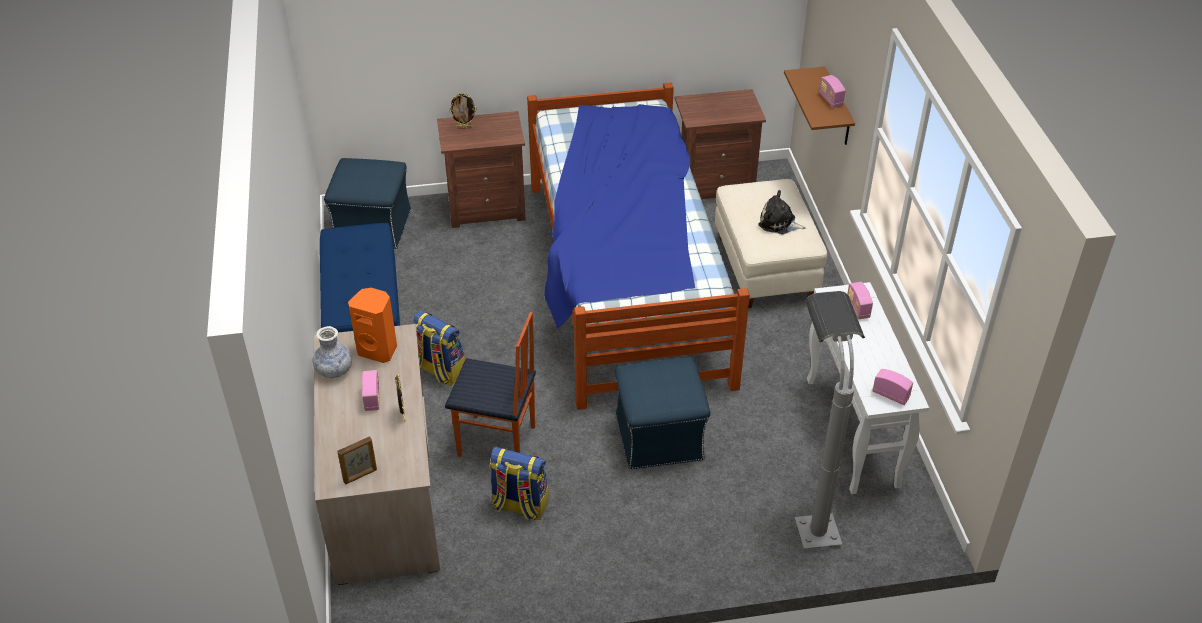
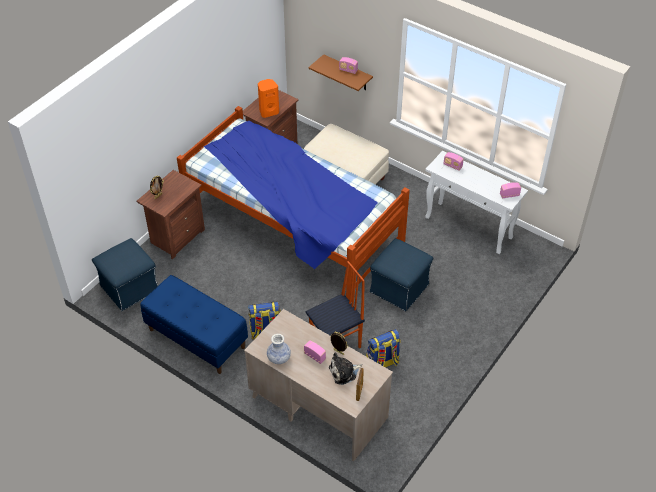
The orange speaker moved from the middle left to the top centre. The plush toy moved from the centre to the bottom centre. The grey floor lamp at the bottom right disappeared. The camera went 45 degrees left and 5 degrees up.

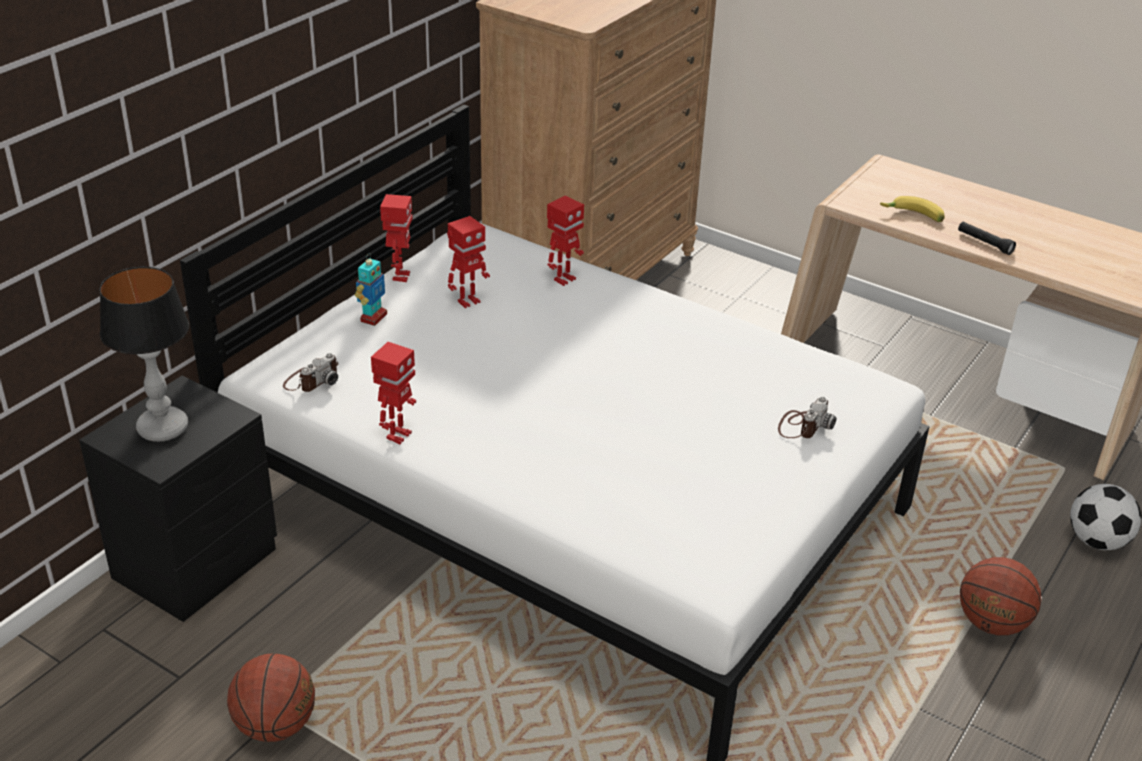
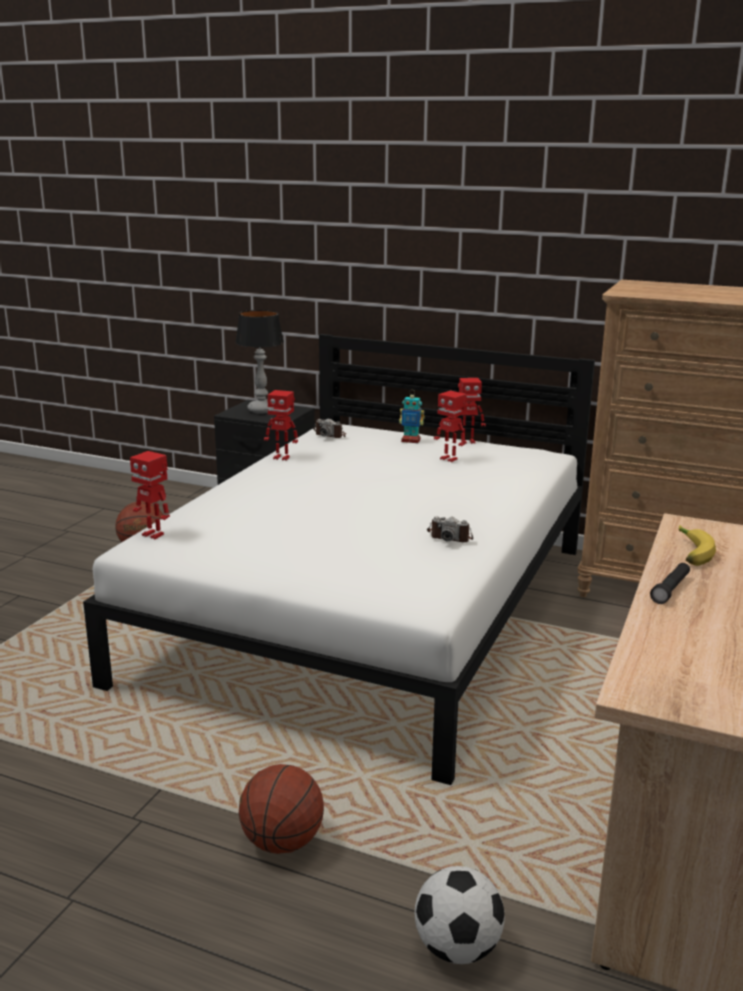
The toy robot (no. 5 from left in the first image) moved from the top centre to the middle left. The photo camera (no. 2 from left) moved from the middle right to the centre. The camera went 80 degrees right and 15 degrees down.

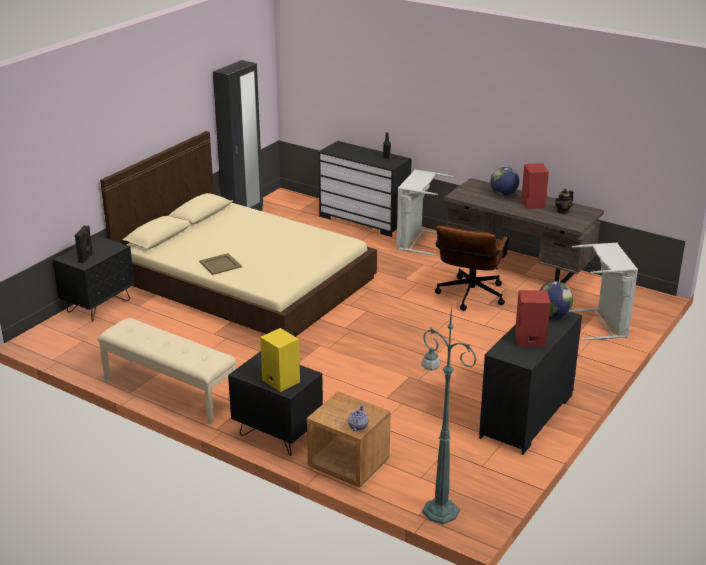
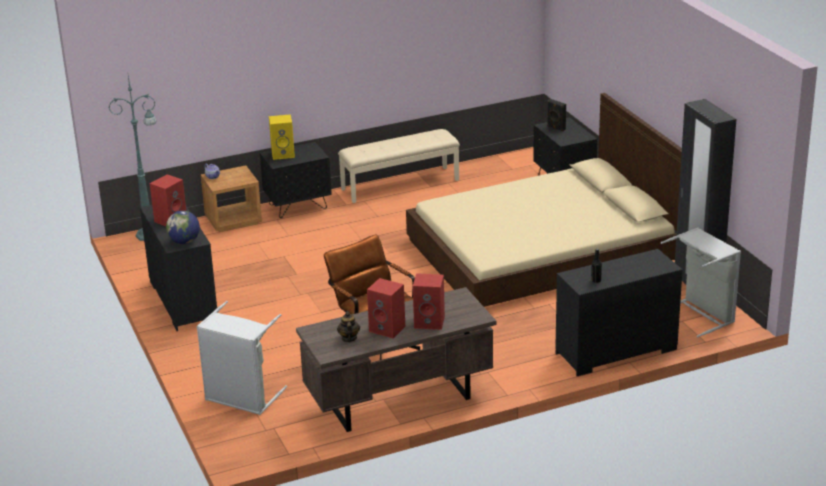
The beige tray at the middle left disappeared. The grey laundry basket (no. 1 from left in the first image) moved from the centre to the middle right. The globe (no. 1 from left) at the top right was replaced by the red speaker (no. 3 from left) at the centre. The camera went 125 degrees right and 0 degrees up.

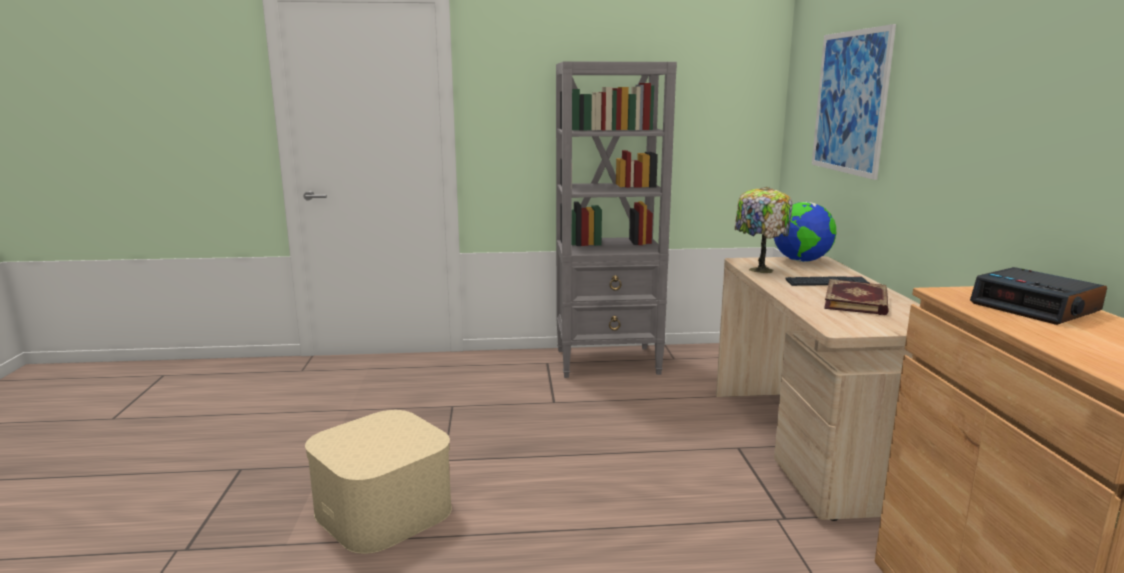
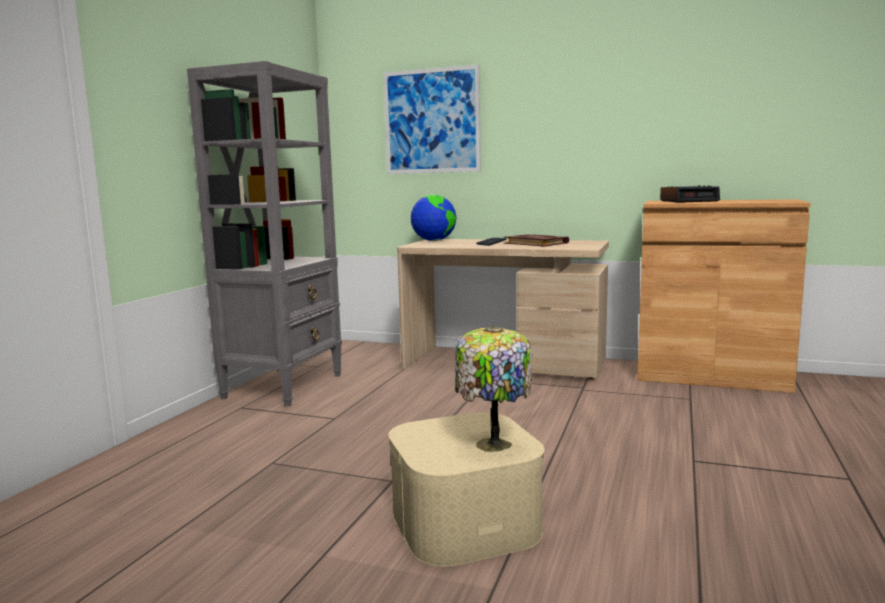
The table lamp moved from the middle right to the centre. The camera went 65 degrees left and 5 degrees down.

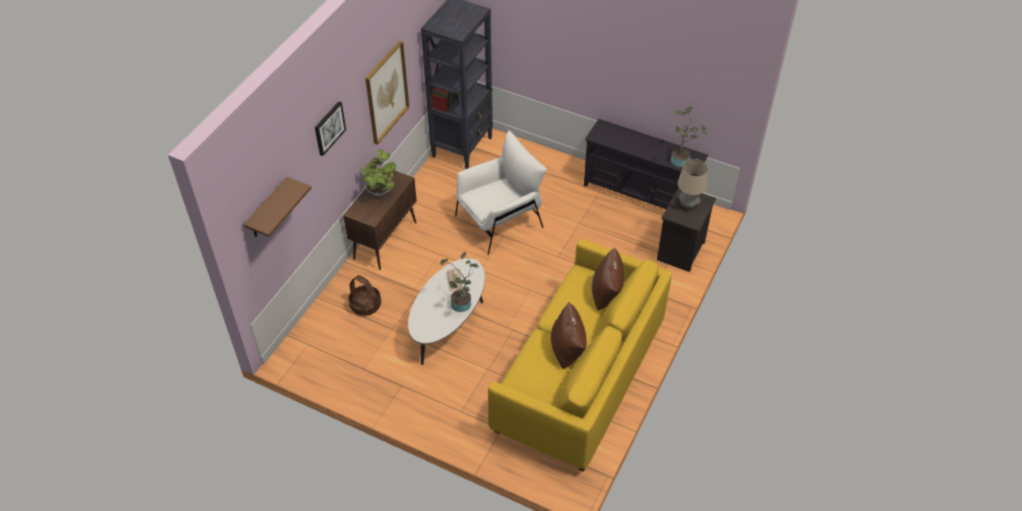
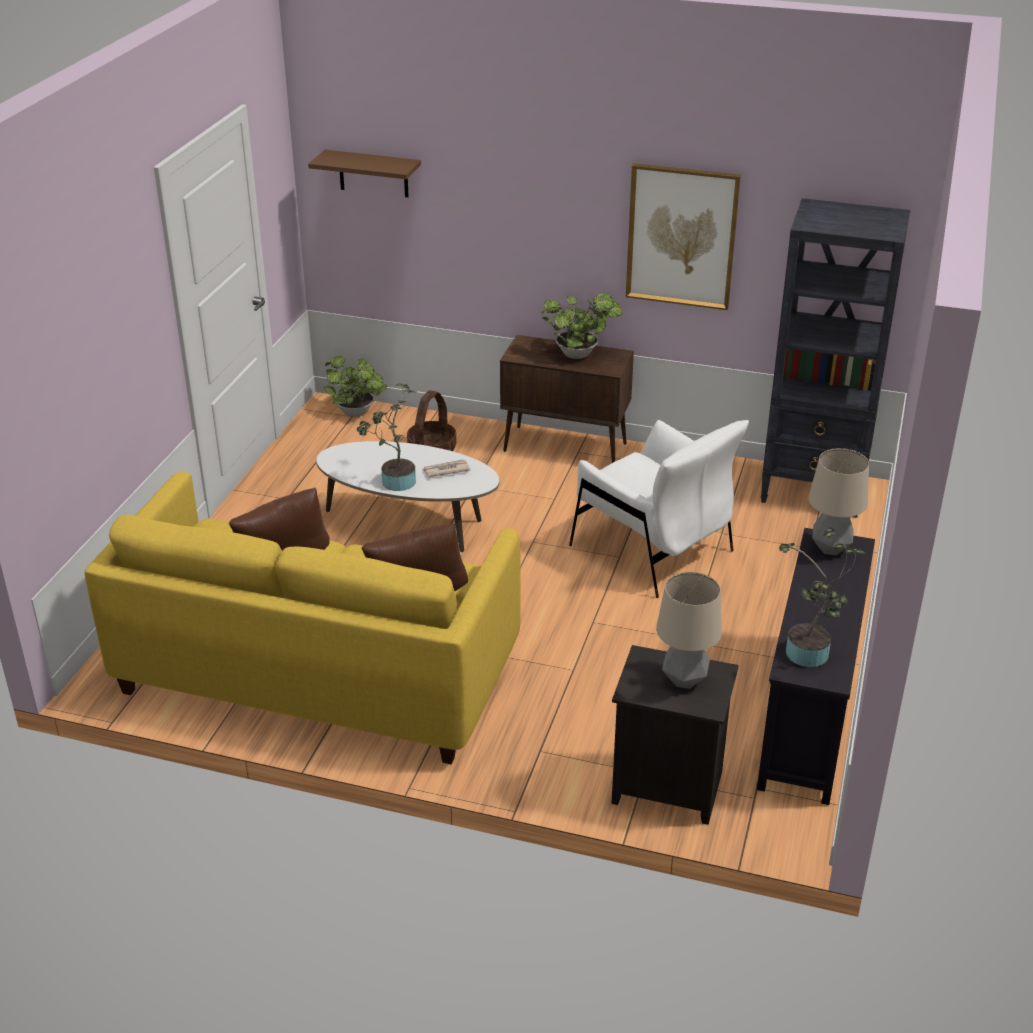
The picture (no. 1 from left) at the top left disappeared. The potted plant (no. 1 from left) at the centre appeared. The table lamp (no. 2 from left) at the middle right appeared. The camera went 80 degrees right and 15 degrees down.

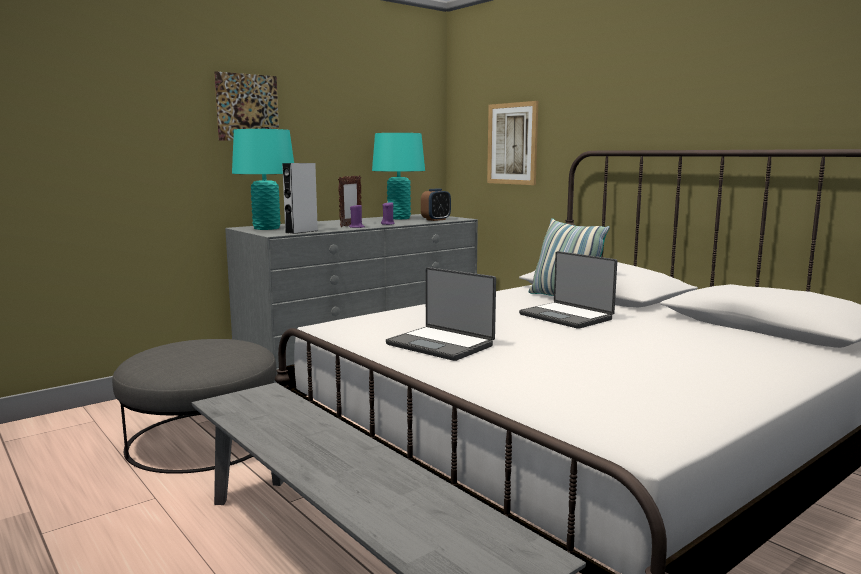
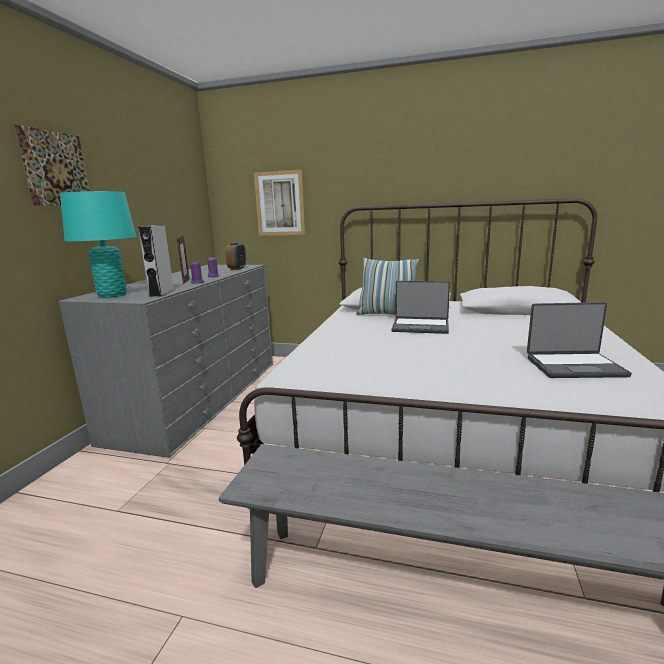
The grey ottoman at the bottom left disappeared. The turquoise table lamp (no. 2 from left) at the top centre disappeared. The laptop (no. 1 from left in the first image) moved from the centre to the middle right. The camera went 35 degrees left and 5 degrees up.

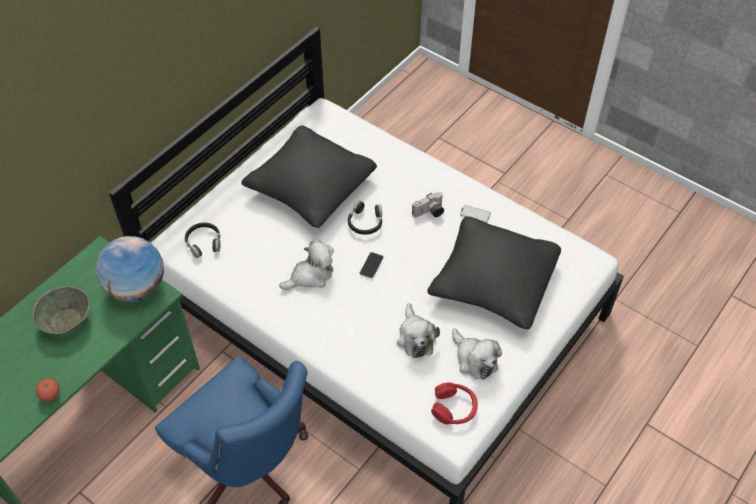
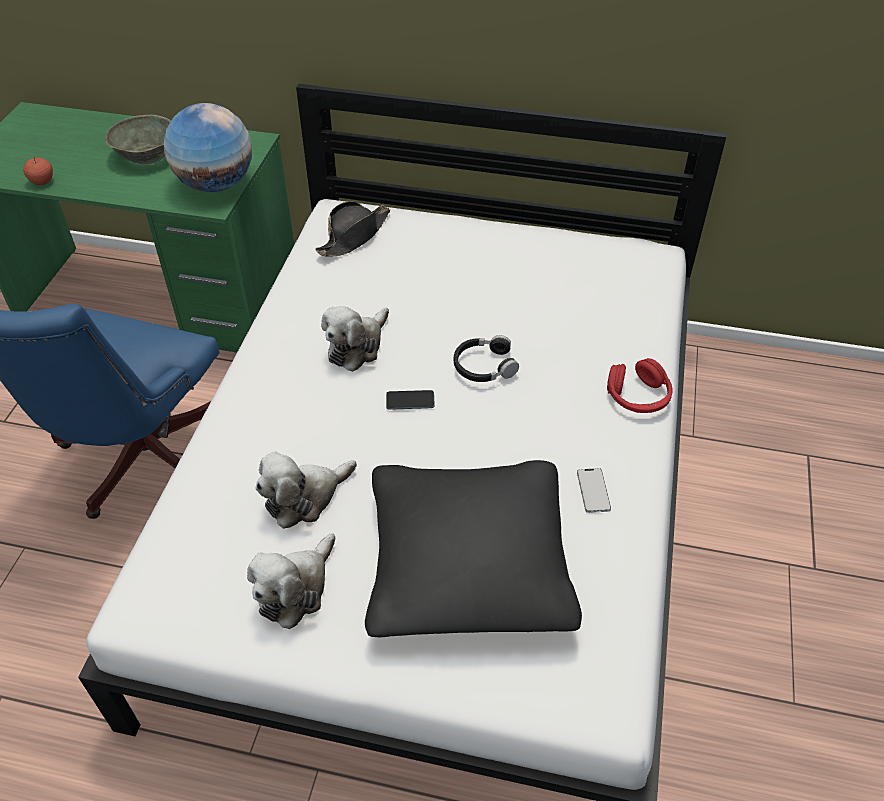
The black headphones (no. 1 from left) at the middle left was replaced by the black hat at the top centre. The black pillow (no. 1 from left) at the centre disappeared. The plush toy (no. 1 from left in the first image) at the centre turned 90 degrees clockwise. The photo camera at the centre disappeared. The red headphones moved from the bottom centre to the middle right. The camera went 65 degrees right and 5 degrees down.

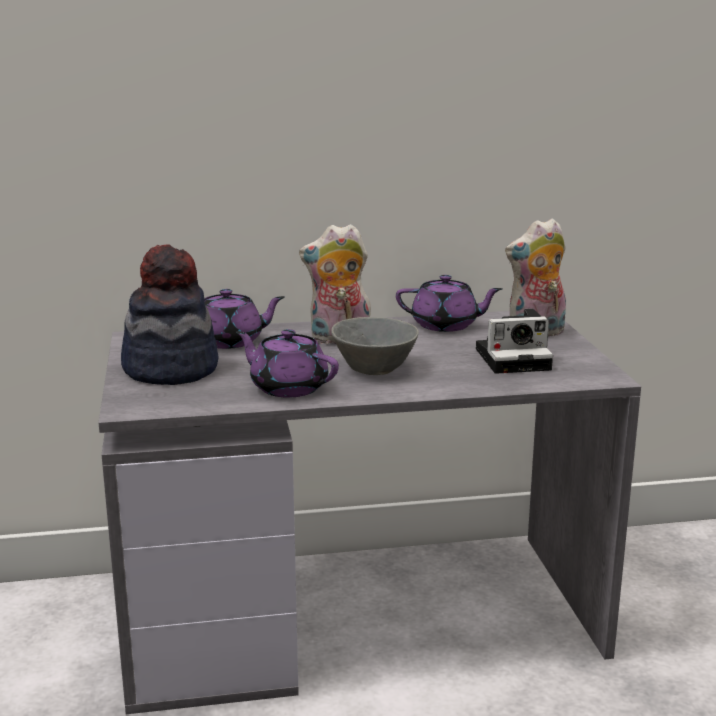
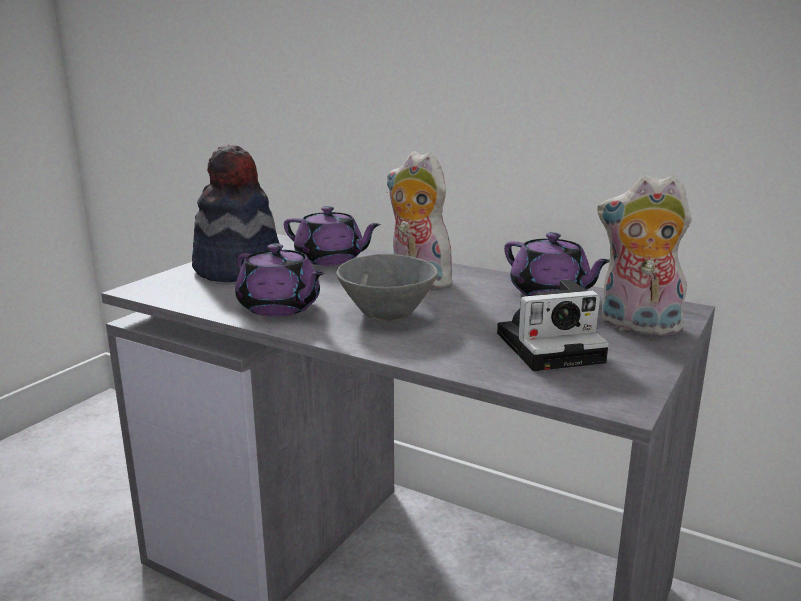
The purple teapot (no. 2 from left in the first image) at the centre turned 150 degrees clockwise. The photo camera at the middle right turned 45 degrees counterclockwise. The camera went 40 degrees right and 0 degrees up.

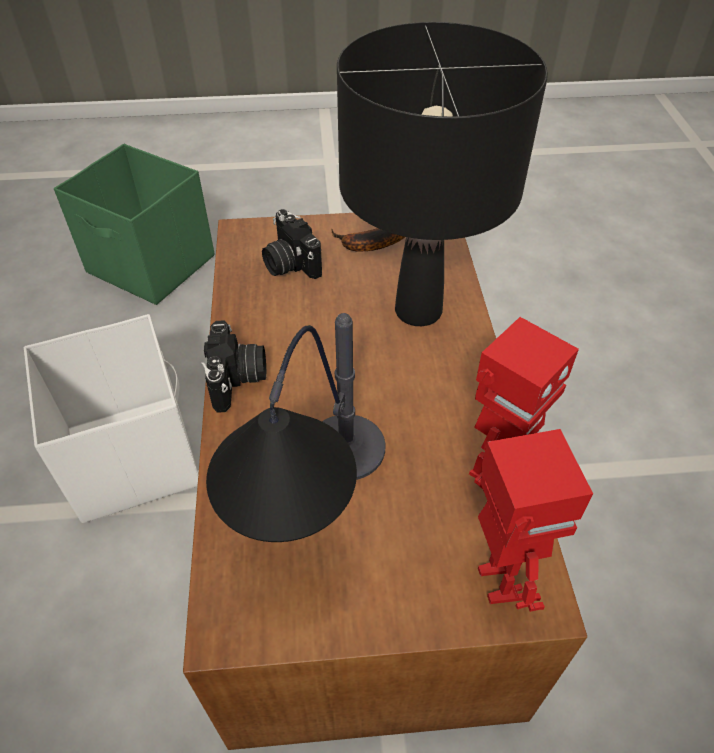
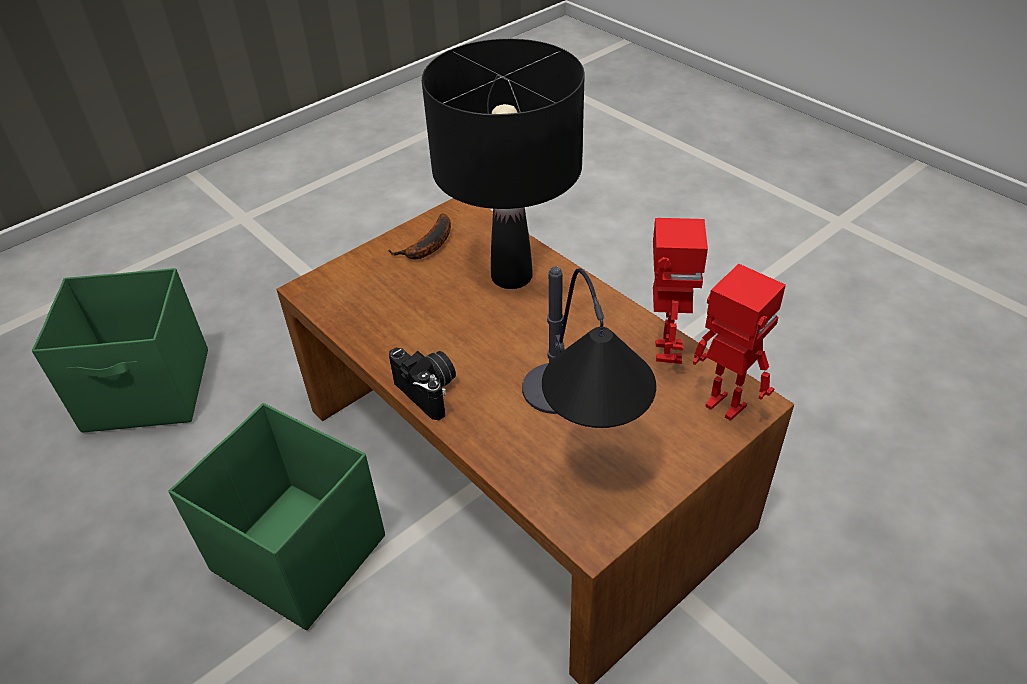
The white storage box at the middle left became the green storage box (no. 2 from left) at the bottom left. The photo camera (no. 2 from left) at the top centre disappeared. The camera went 35 degrees left and 5 degrees down.

